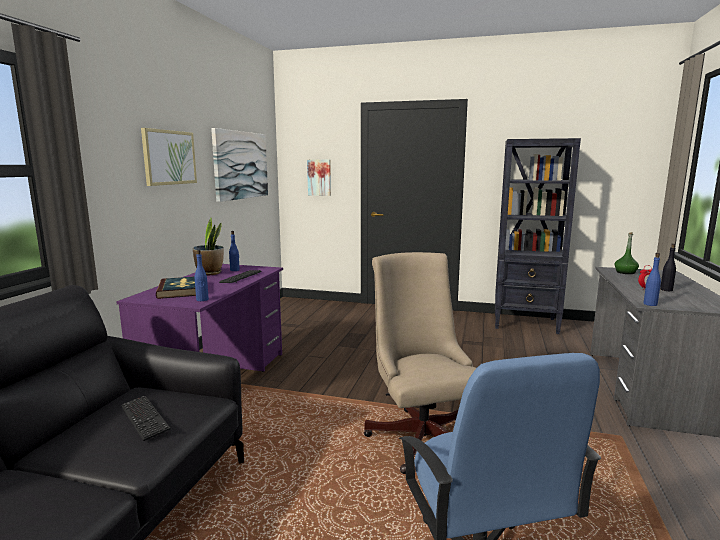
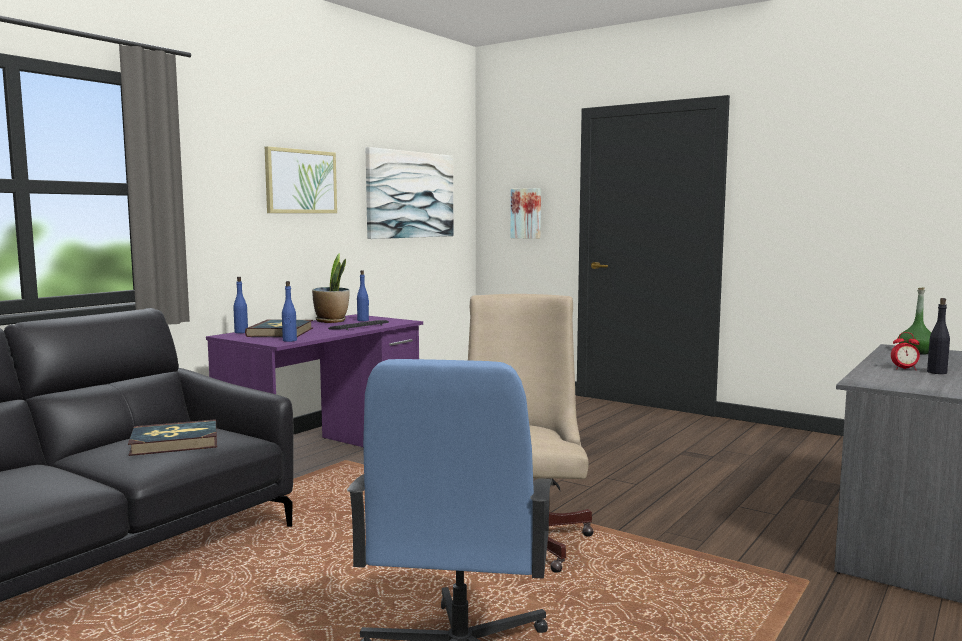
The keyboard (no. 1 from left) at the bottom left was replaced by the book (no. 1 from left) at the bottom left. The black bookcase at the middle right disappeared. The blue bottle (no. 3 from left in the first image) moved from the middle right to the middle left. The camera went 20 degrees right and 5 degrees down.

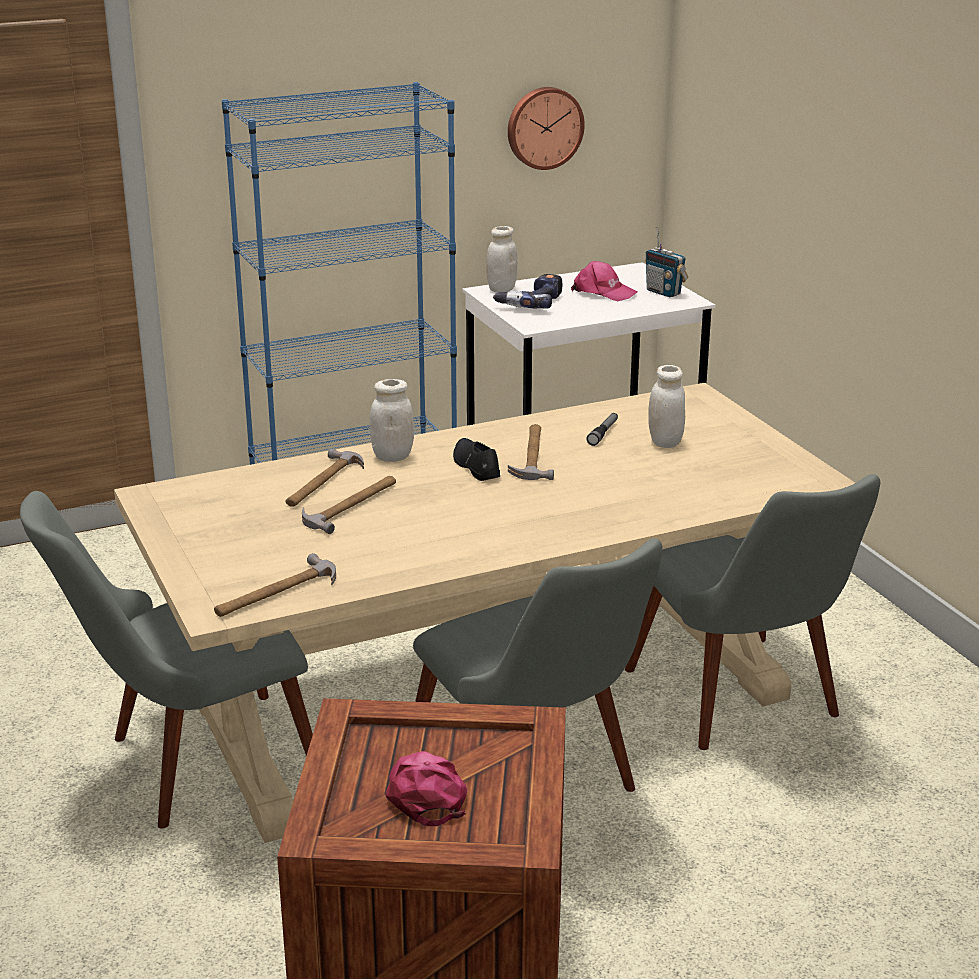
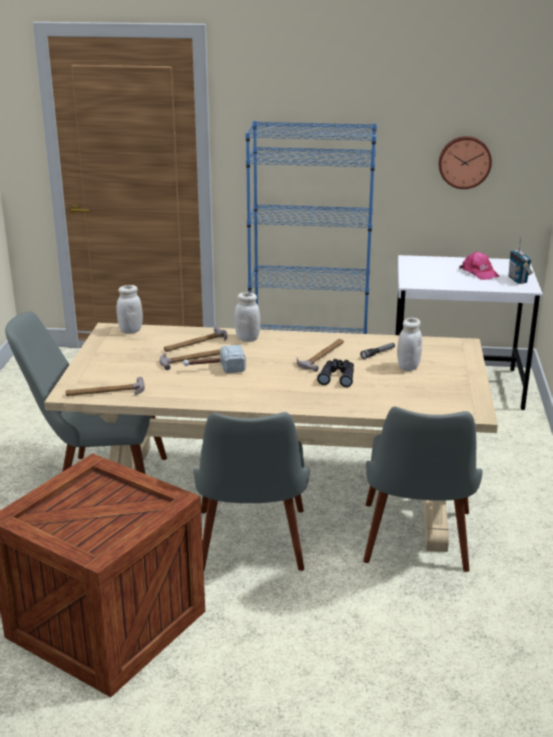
The pink cap (no. 1 from left) at the bottom centre disappeared. The black shoe at the centre disappeared. The white jar (no. 2 from left in the first image) moved from the top centre to the middle left. The power drill at the top centre disappeared. The hammer (no. 4 from left) at the centre appeared. The black binoculars at the centre appeared. The camera went 30 degrees right and 0 degrees up.

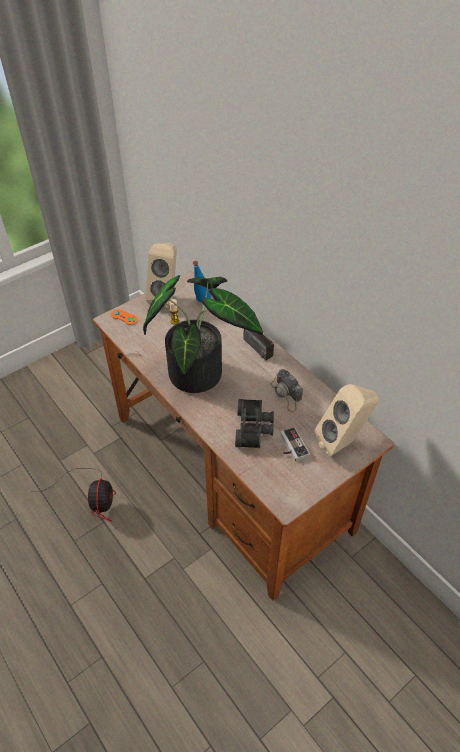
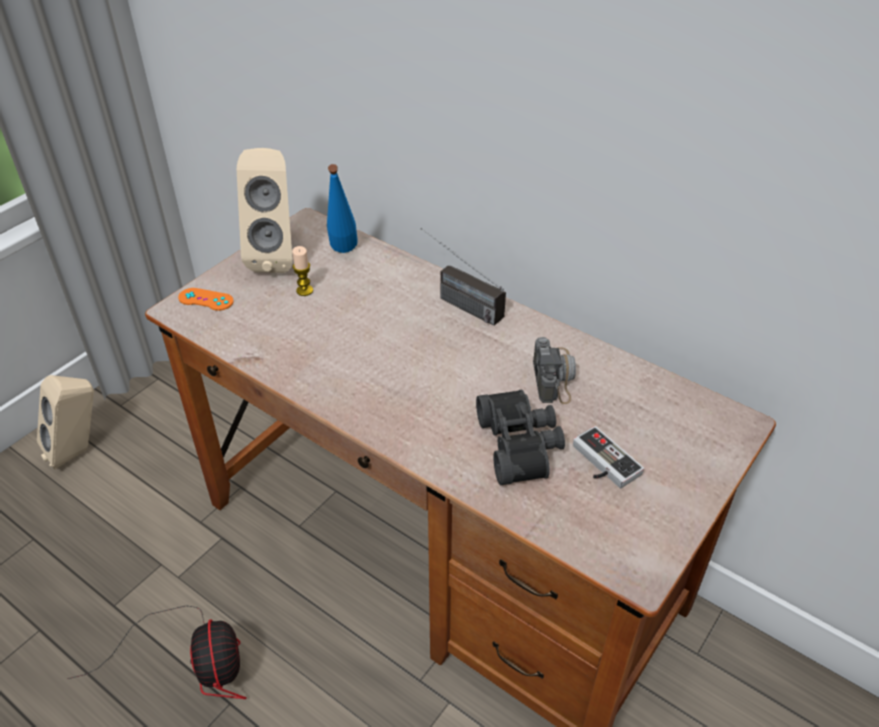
The potted plant at the centre disappeared. The photo camera at the centre turned 135 degrees counterclockwise. The beige speaker (no. 2 from left in the first image) moved from the middle right to the middle left. The camera went 15 degrees left and 5 degrees down.

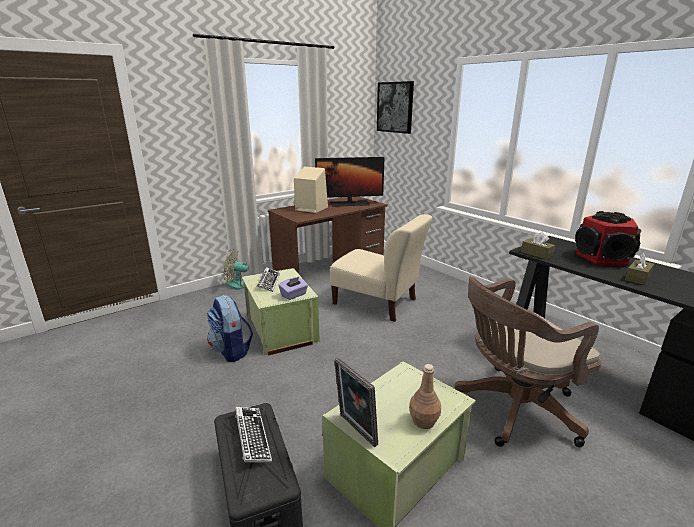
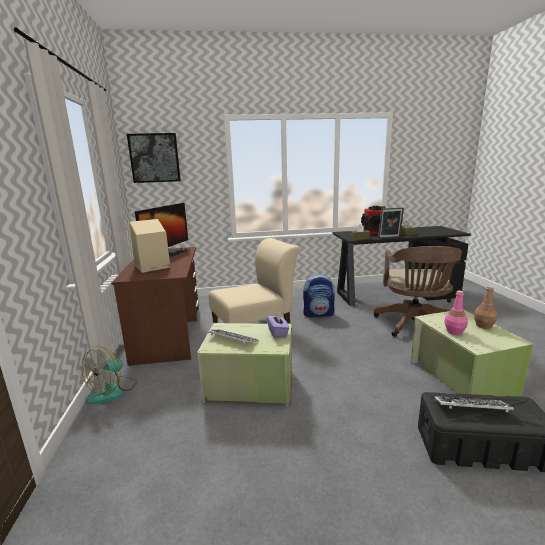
The backpack moved from the middle left to the centre. The picture frame moved from the bottom centre to the middle right. The pink bottle at the middle right appeared. The camera went 60 degrees left and 5 degrees down.

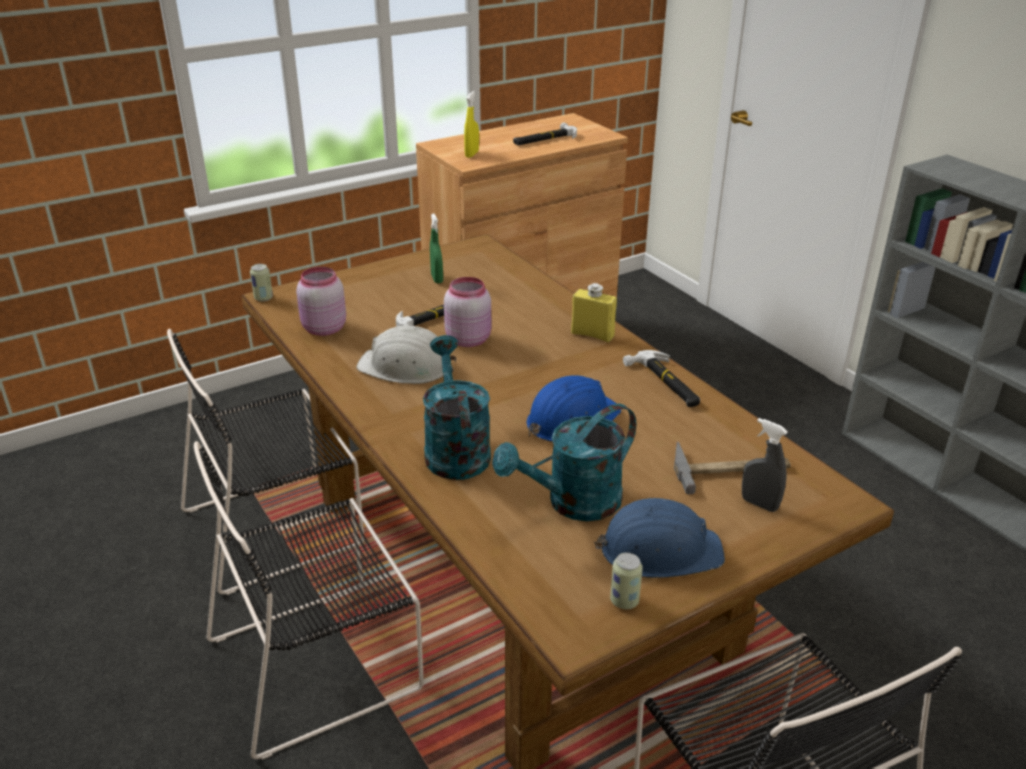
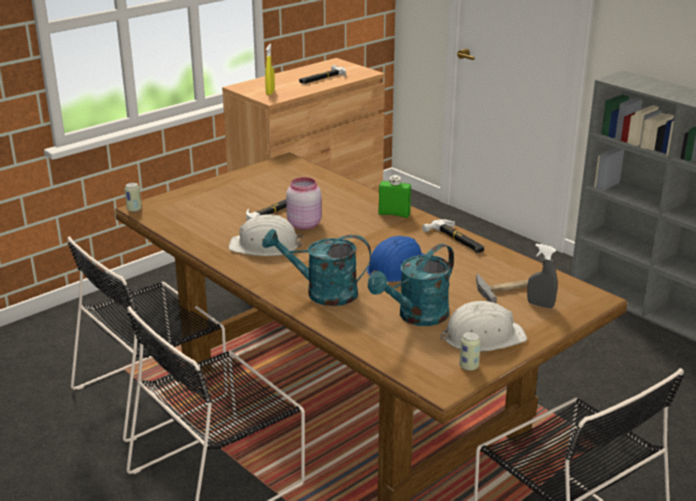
The pink jar (no. 1 from left) at the middle left disappeared. The turquoise watering can (no. 1 from left) at the centre turned 60 degrees counterclockwise. The green spray bottle at the top centre disappeared. The yellow bottle at the centre became the green bottle at the centre. The blue hard hat (no. 2 from left) at the bottom centre became the white hard hat (no. 2 from left) at the middle right. The camera went 10 degrees left and 5 degrees down.

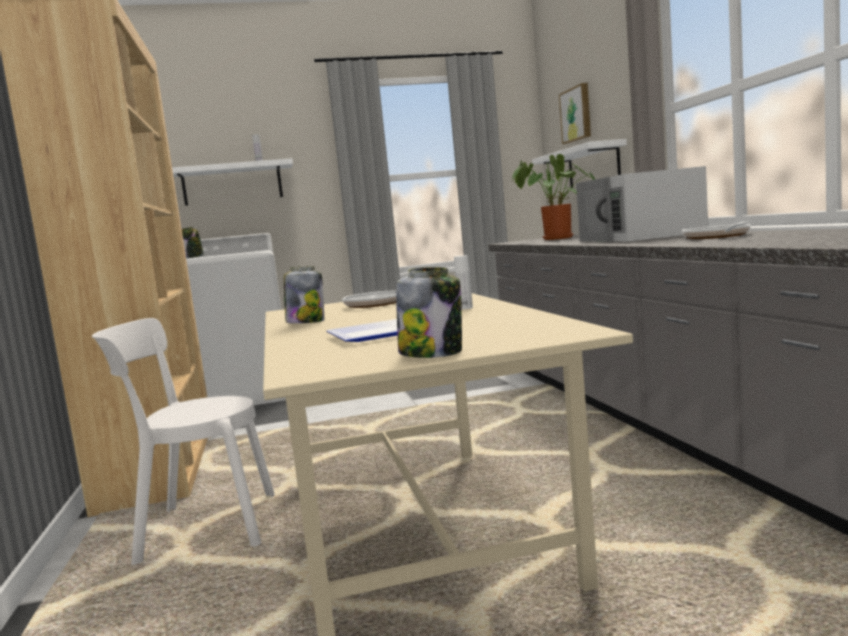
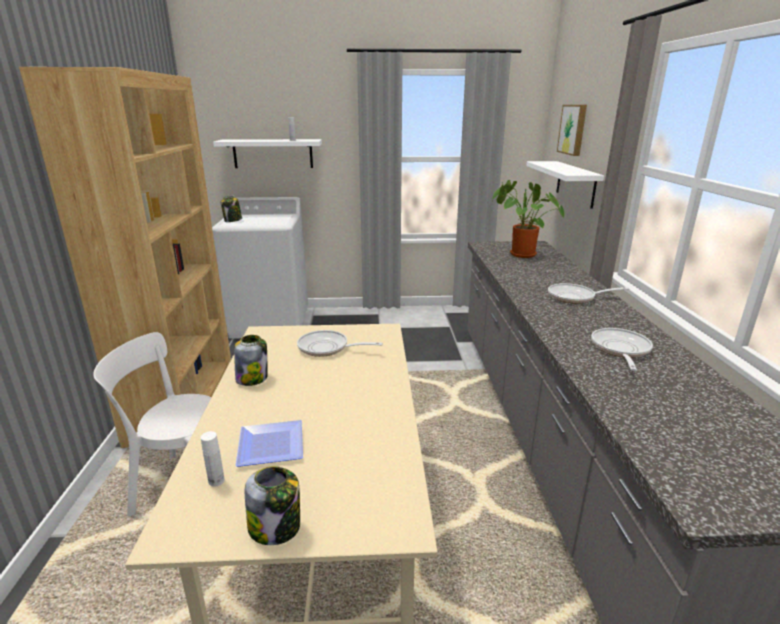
The white bottle (no. 2 from left in the first image) moved from the centre to the bottom left. The white microwave at the top right was replaced by the frying pan (no. 2 from left) at the middle right. The camera went 10 degrees right and 15 degrees up.

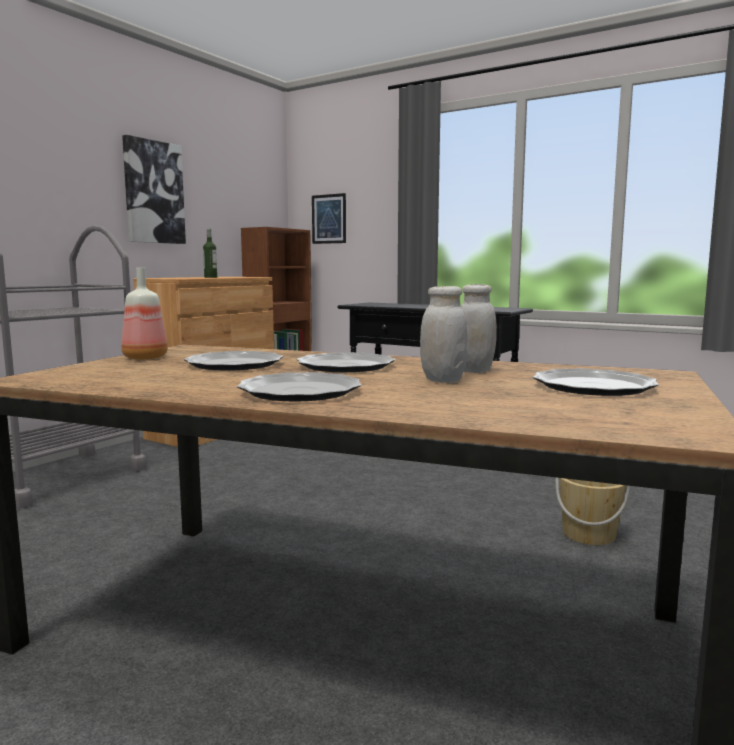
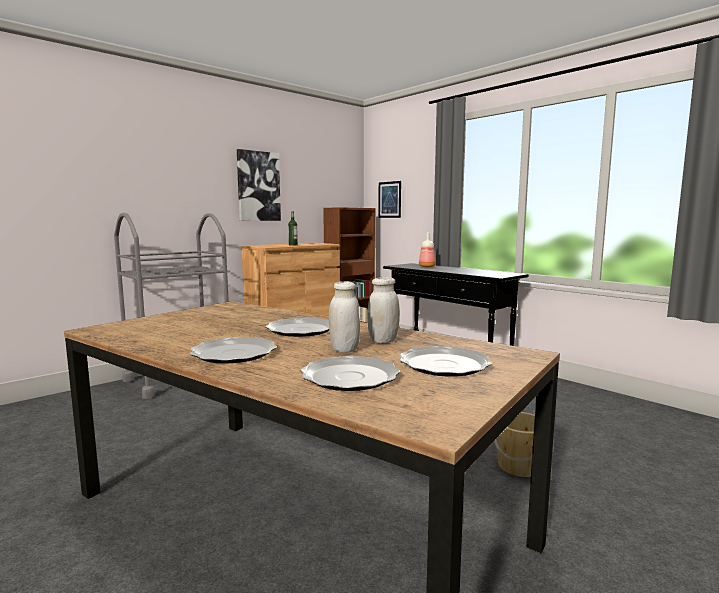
The bottle (no. 1 from left in the first image) moved from the middle left to the centre. The plate (no. 1 from left in the first image) moved from the middle left to the centre. The camera went 15 degrees right and 0 degrees up.

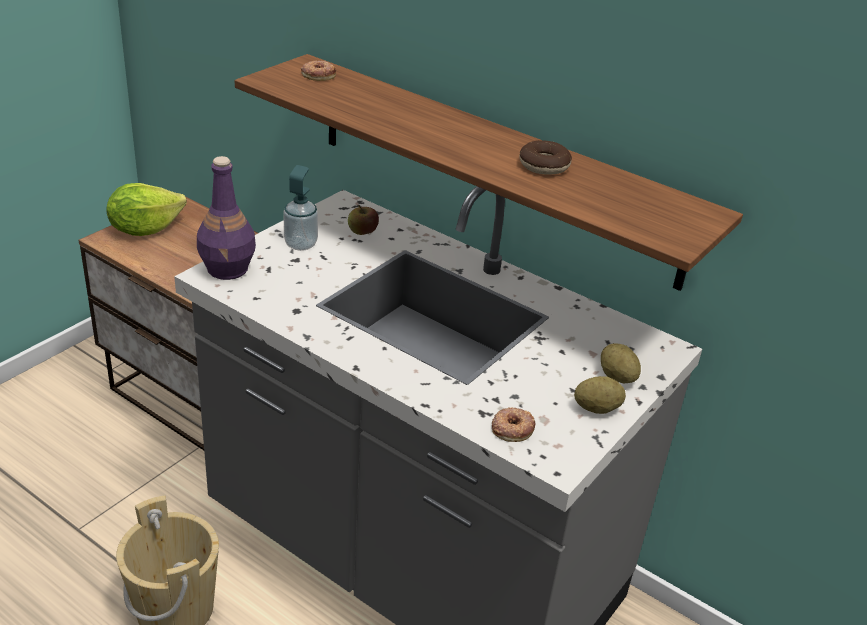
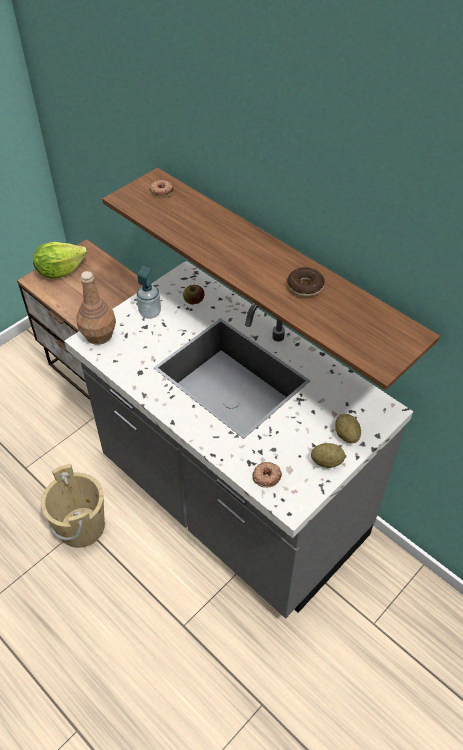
The purple bottle at the middle left became the brown bottle at the middle left. The camera went 10 degrees right and 15 degrees up.

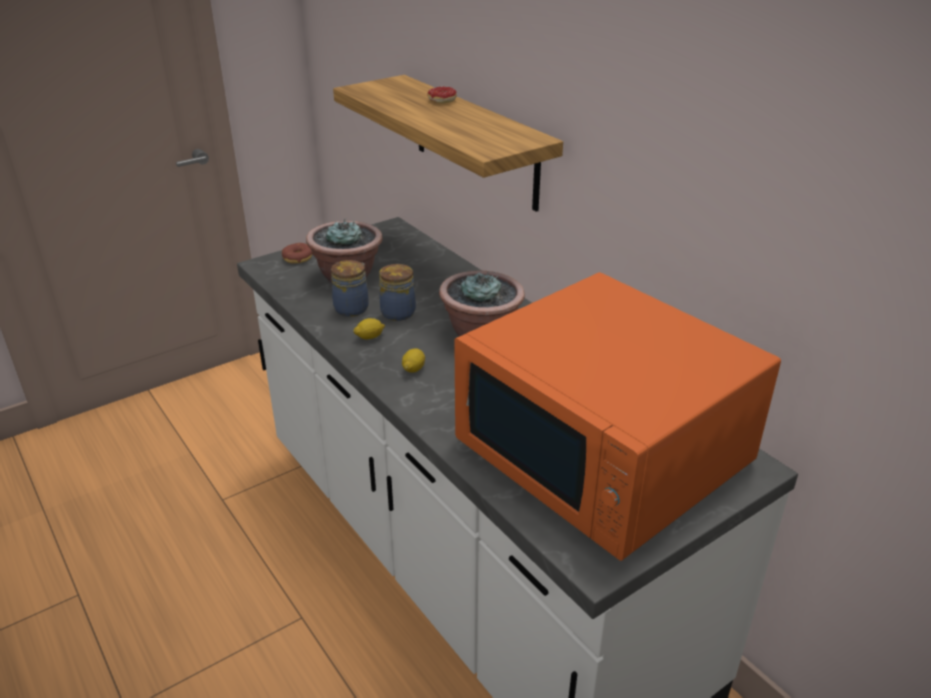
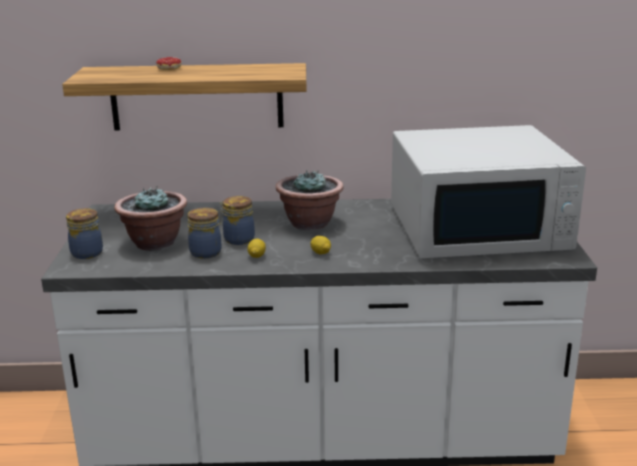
The donut (no. 1 from left) at the middle left was replaced by the jar (no. 1 from left) at the middle left. The orange microwave at the centre became the white microwave at the middle right. The camera went 55 degrees left and 10 degrees down.

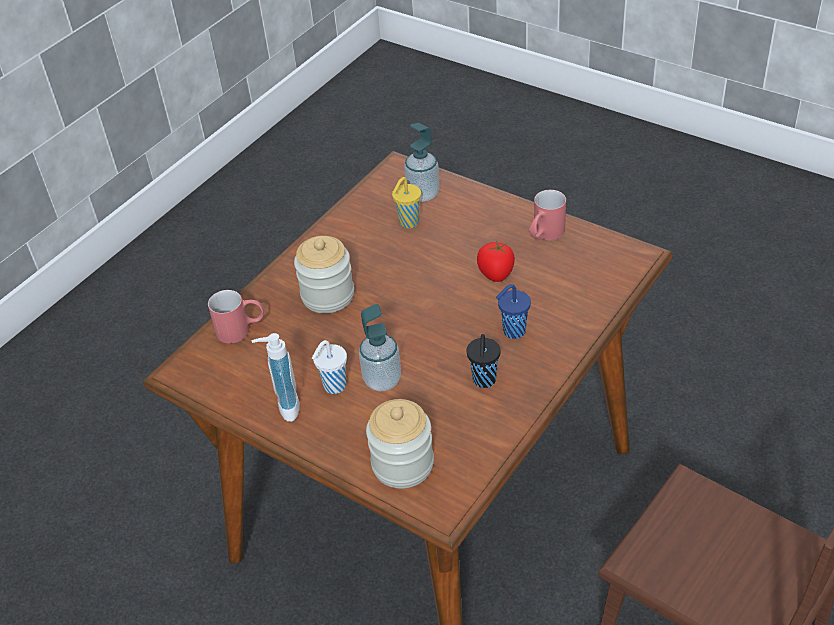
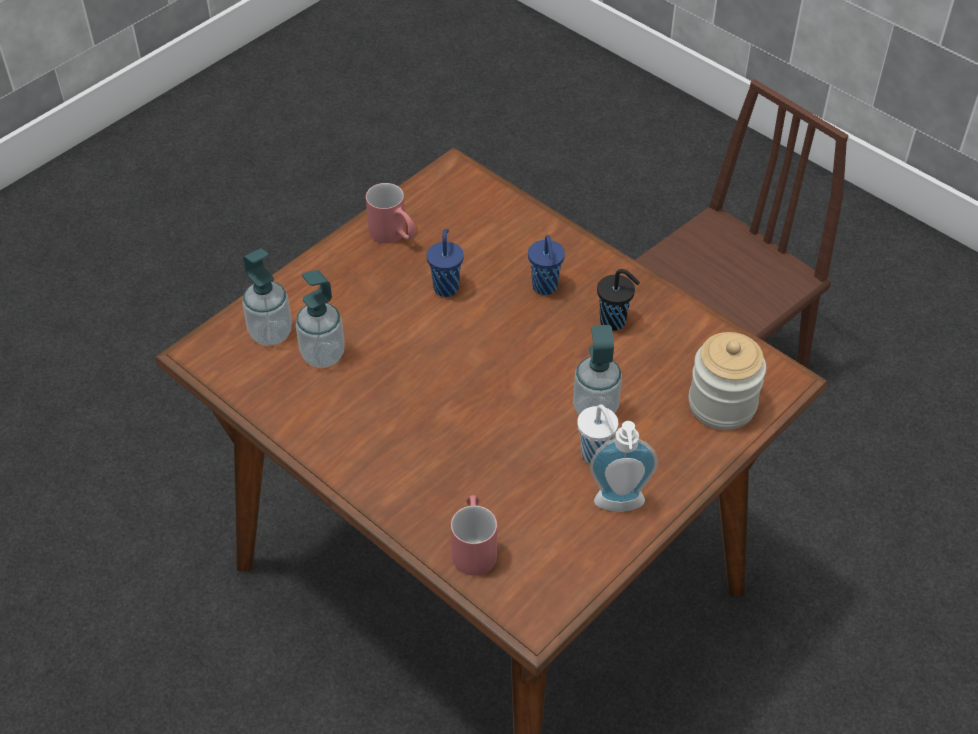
The jar (no. 1 from left) at the centre disappeared. The yellow cup at the top centre was replaced by the soap dispenser (no. 2 from left) at the middle left. The tomato at the centre was replaced by the blue cup (no. 1 from left) at the centre. The camera went 85 degrees left and 5 degrees up.

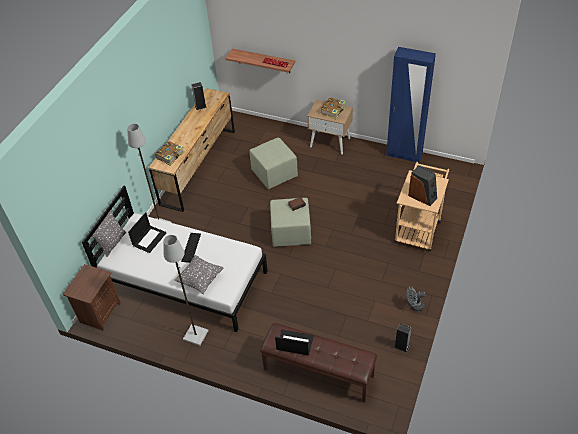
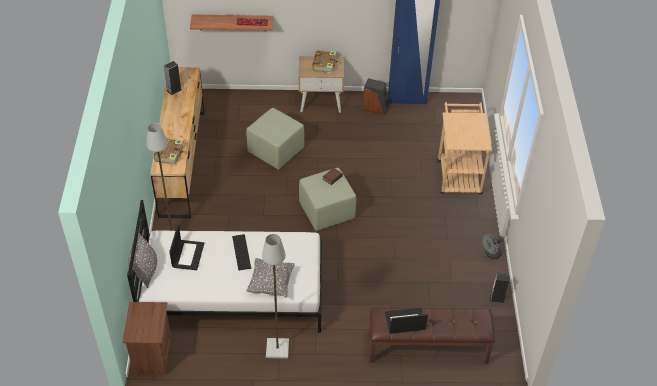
The speaker (no. 3 from left in the first image) moved from the middle right to the top centre. The camera went 25 degrees left and 0 degrees up.

